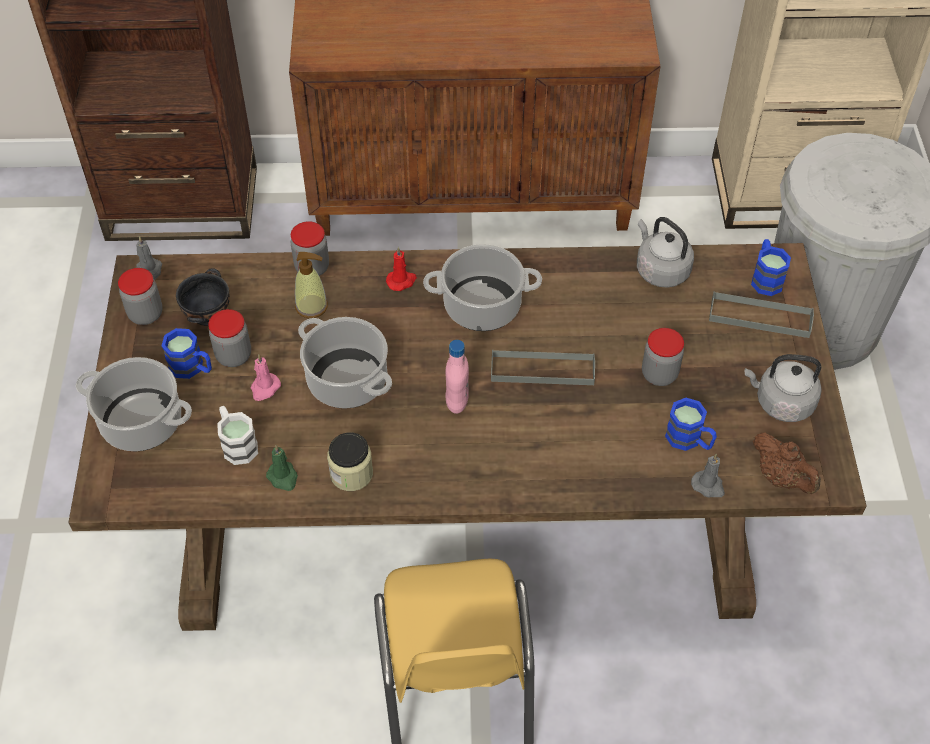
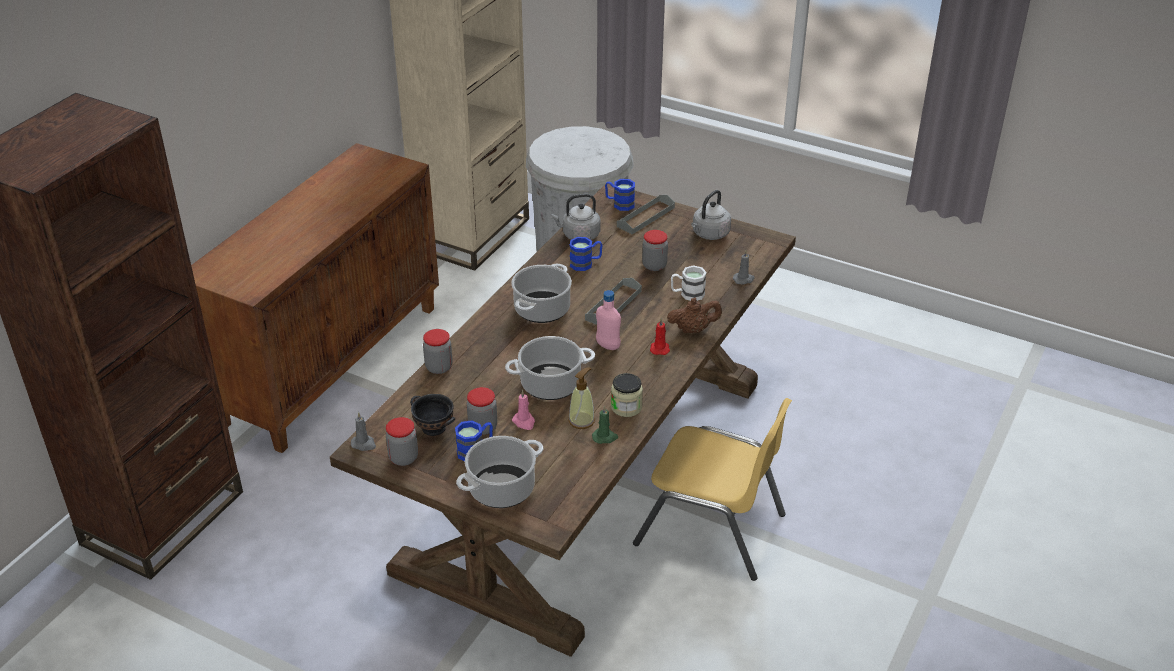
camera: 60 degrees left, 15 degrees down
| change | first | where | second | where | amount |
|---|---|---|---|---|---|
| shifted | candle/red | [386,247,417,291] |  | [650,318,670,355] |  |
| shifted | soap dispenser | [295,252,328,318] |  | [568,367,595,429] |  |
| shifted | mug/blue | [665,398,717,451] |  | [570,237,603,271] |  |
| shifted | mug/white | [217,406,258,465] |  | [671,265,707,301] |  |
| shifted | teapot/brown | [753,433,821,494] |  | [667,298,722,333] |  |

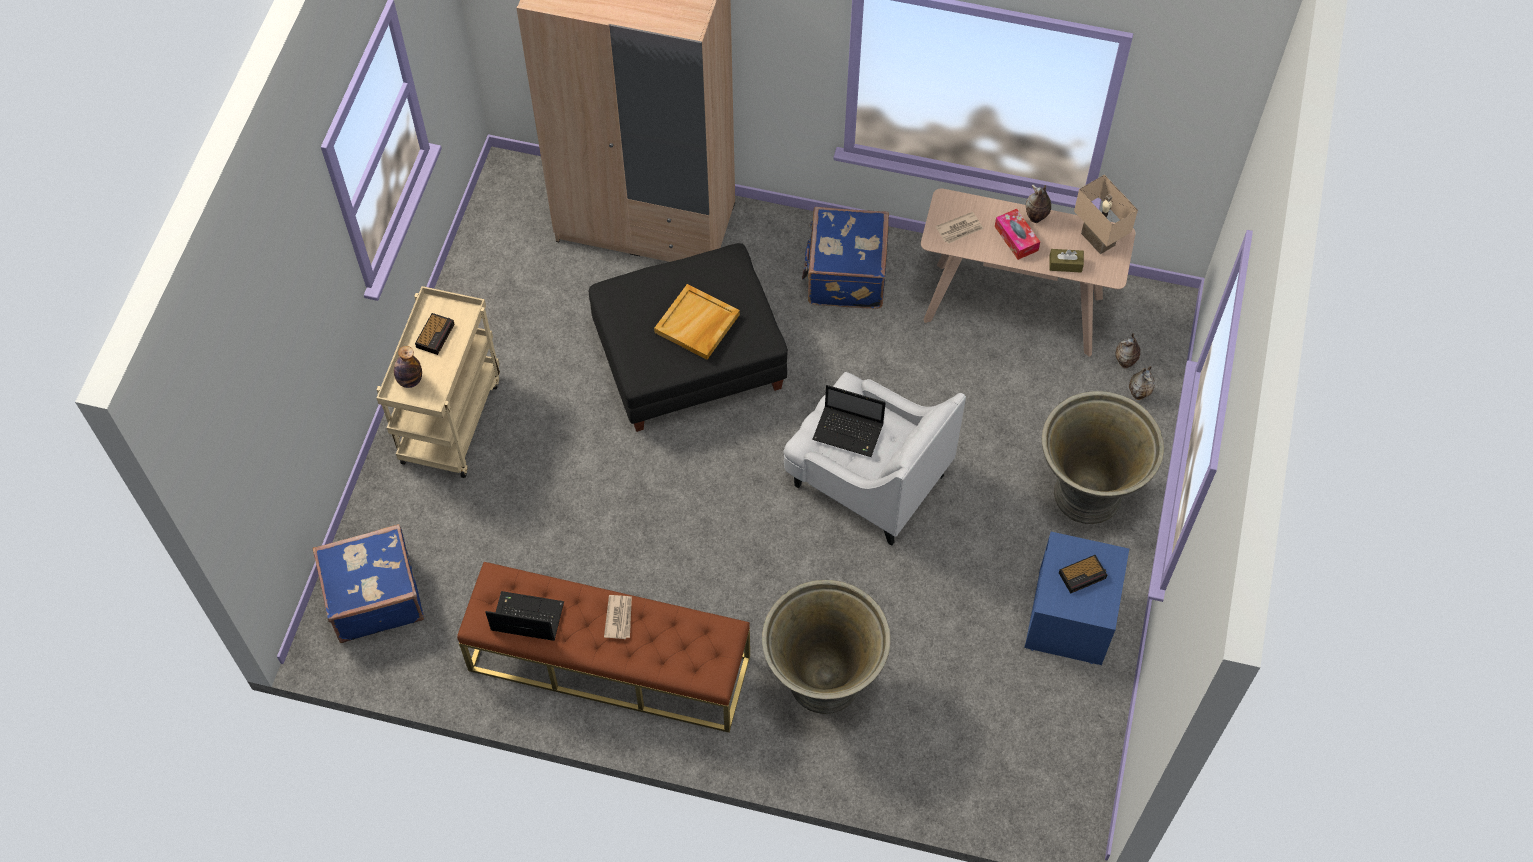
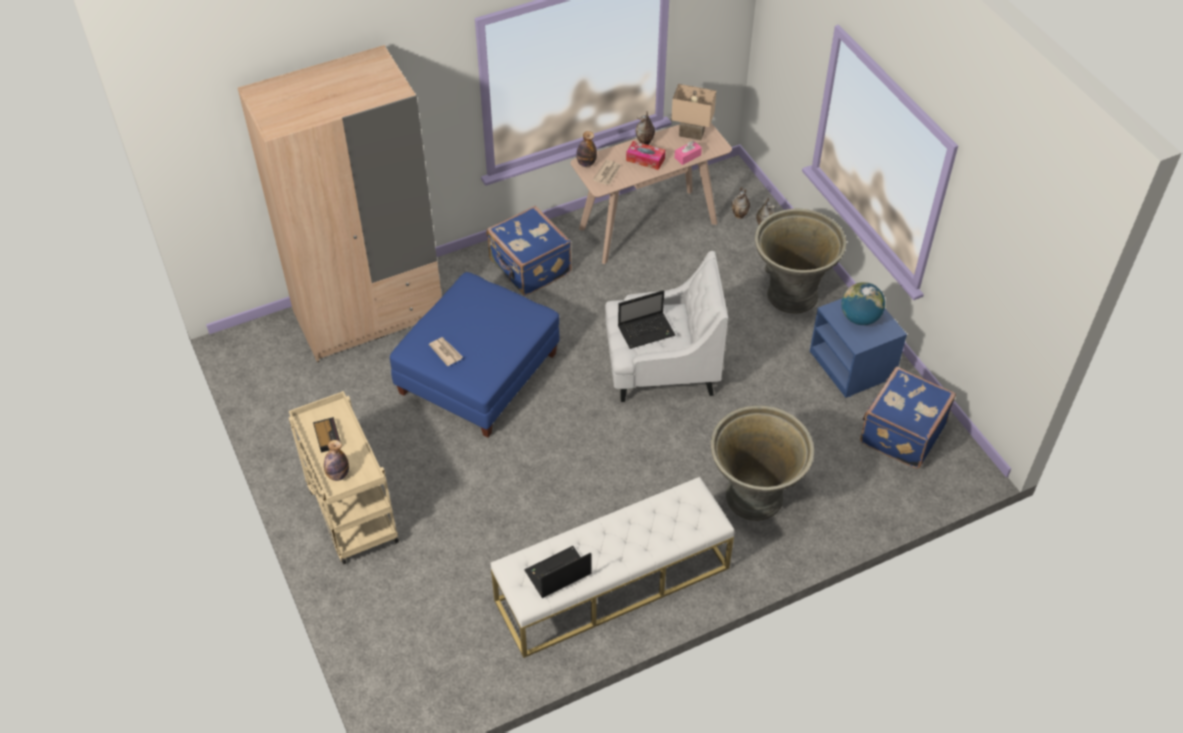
camera: 40 degrees left, 10 degrees down
| change | first | where | second | where | amount |
|---|---|---|---|---|---|
| repainted | ottoman/black | [589,243,788,432] | ottoman/blue | [390,272,560,438] |  |
| repainted | tissue box/brown | [1049,249,1084,273] | tissue box/pink | [675,141,702,165] |  |
| gone | tray/beige | [654,284,740,360] |  |  |  |
| shifted | suitcase/blue | [312,524,425,643] |  | [860,366,956,469] |  |
| swapped | alarm clock | [1059,555,1107,594] | globe | [841,282,885,325] |  |
| repainted | bench/brown | [457,562,750,732] | bench/white | [491,477,735,658] |  |
| shifted | newspaper | [604,595,632,639] |  | [429,337,463,366] |  |
| new |  |  | bottle | [576,131,597,167] |  |

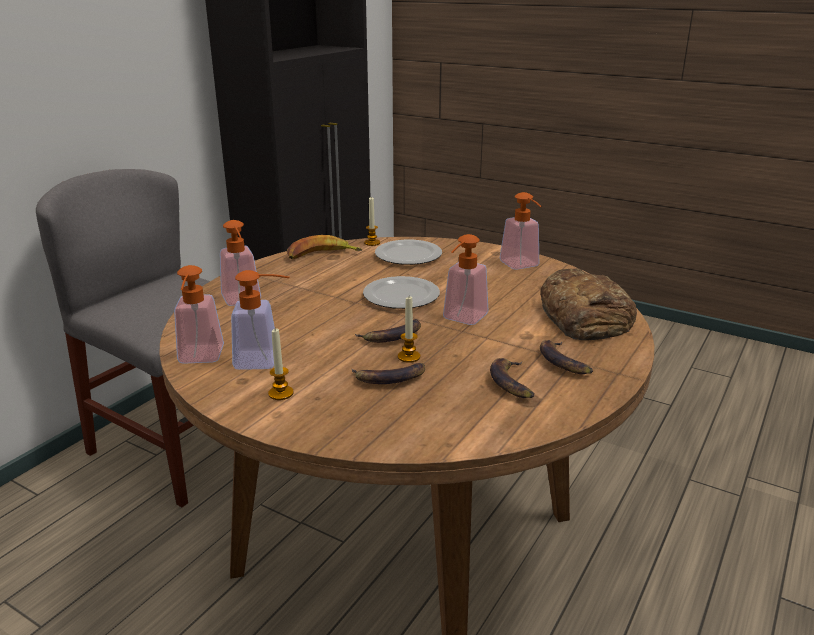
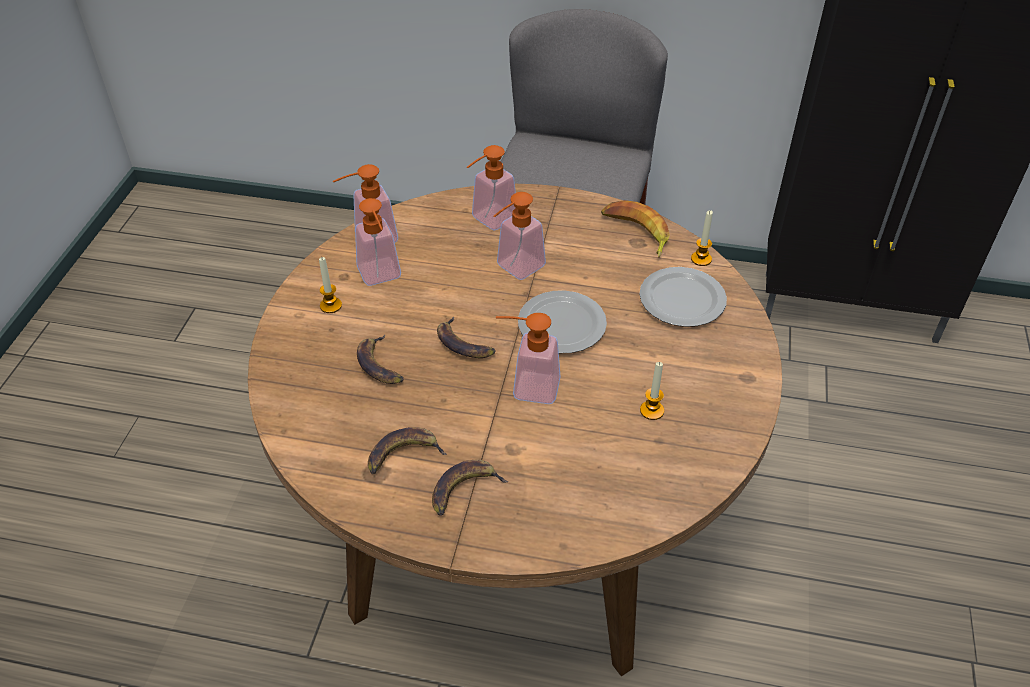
camera: 70 degrees right, 20 degrees up
| change | first | where | second | where | amount |
|---|---|---|---|---|---|
| shifted | soap dispenser | [500,192,541,270] |  | [494,192,546,280] |  |
| gone | bread | [540,269,637,340] |  |  |  |
| shifted | candle | [398,297,420,363] |  | [640,362,664,420] |  |

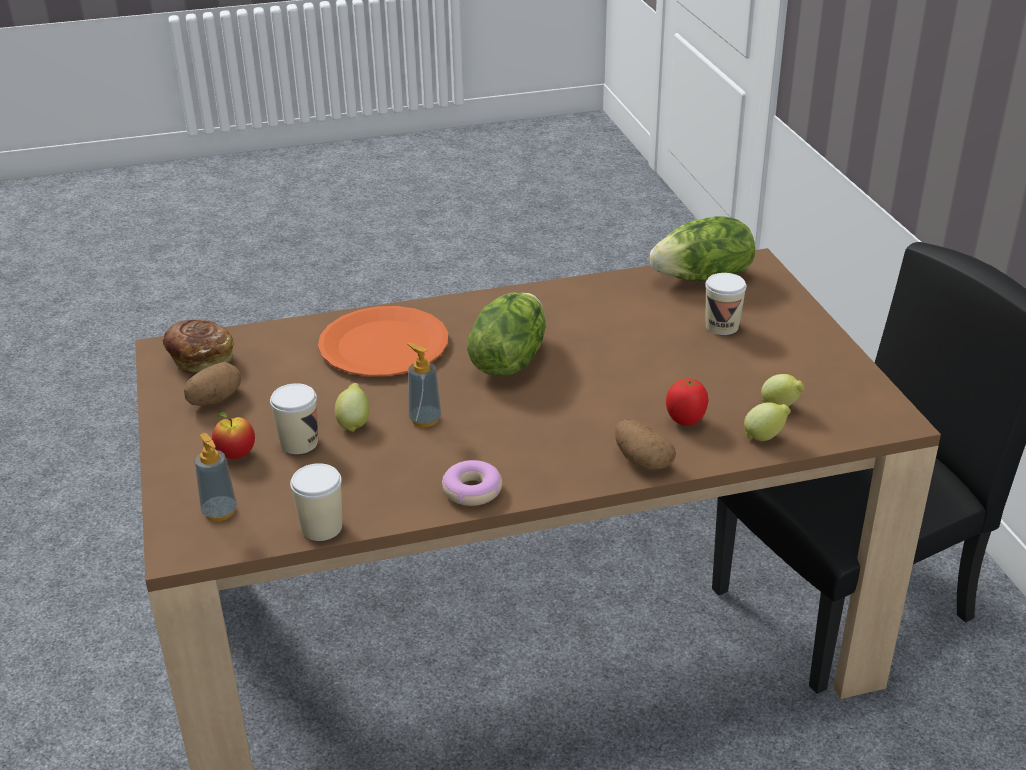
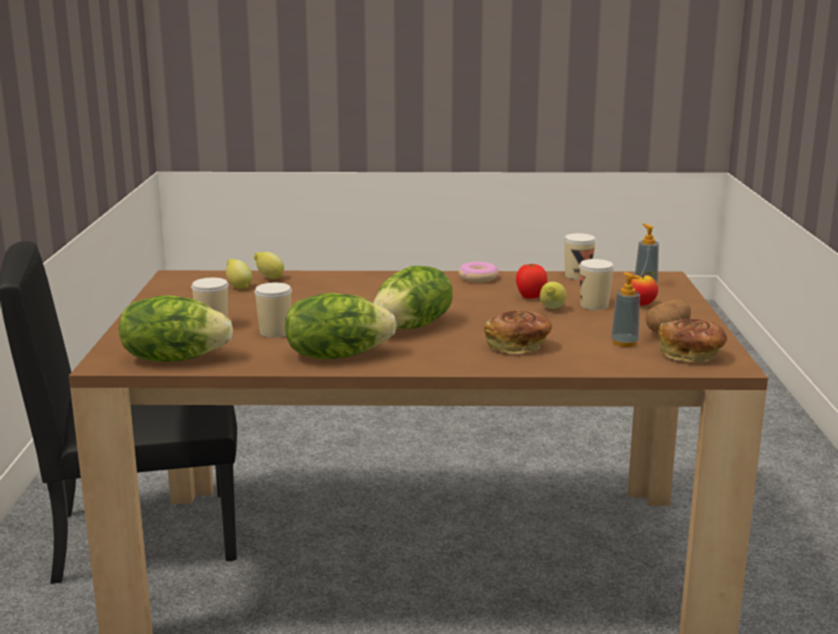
camera: 165 degrees left, 15 degrees down
| change | first | where | second | where | amount |
|---|---|---|---|---|---|
| swapped | plate/orange | [318,306,448,376] | bread | [484,310,552,354] |  |
| shifted | soap dispenser | [407,343,441,427] |  | [611,272,641,347] |  |
| shifted | tomato | [666,378,709,426] |  | [516,264,547,299] |  |
| gone | potato | [615,419,676,470] |  |  |  |
| new |  |  | cup | [254,283,292,338] |  |
| new |  |  | lettuce | [285,293,397,359] |  |

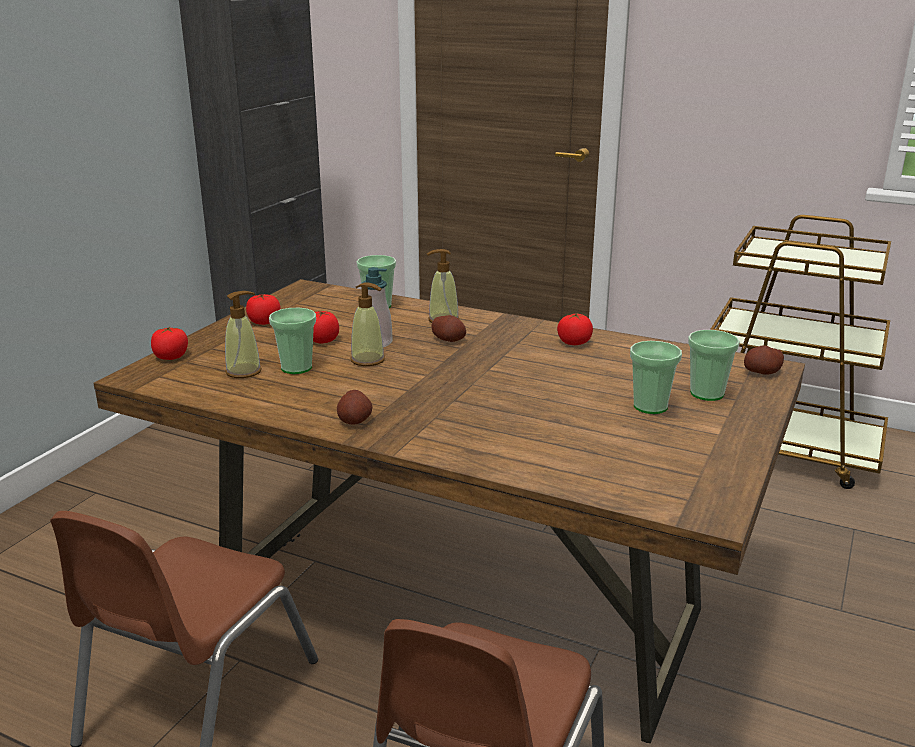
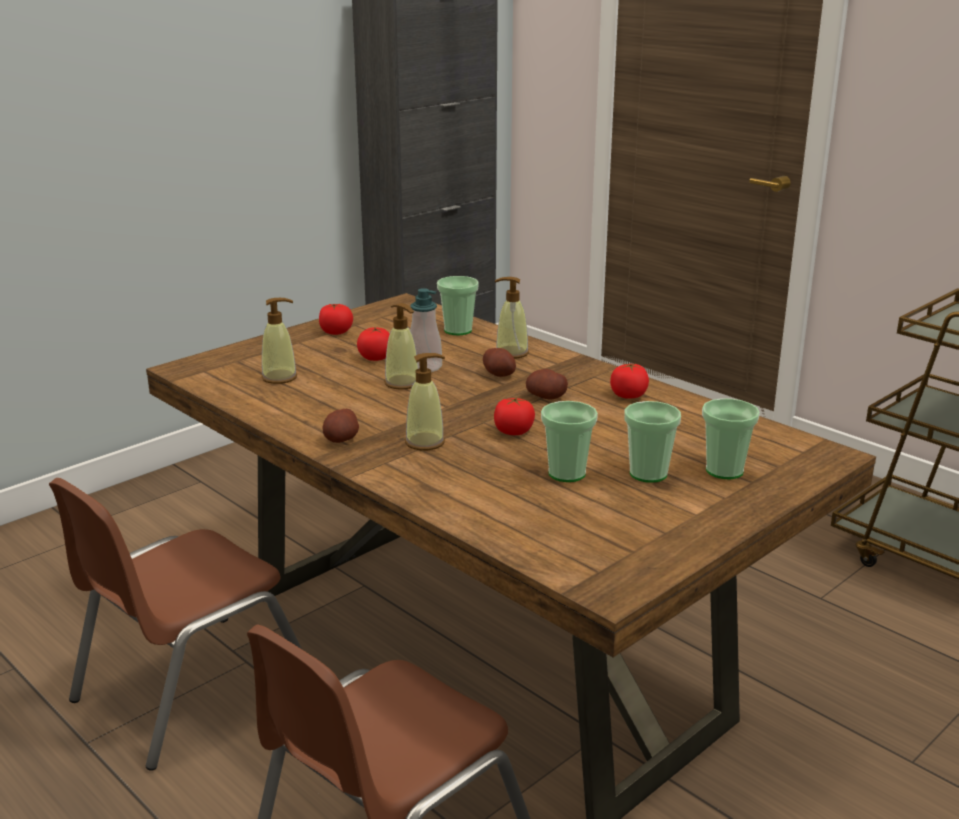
camera: 20 degrees right, 0 degrees up
| change | first | where | second | where | amount |
|---|---|---|---|---|---|
| shifted | cup | [269,308,316,374] |  | [541,401,598,482] |  |
| shifted | tomato | [151,327,188,360] |  | [494,397,535,435] |  |
| shifted | potato | [744,345,784,375] |  | [526,369,568,399] |  |
| new |  |  | soap dispenser | [405,353,445,450] |  |

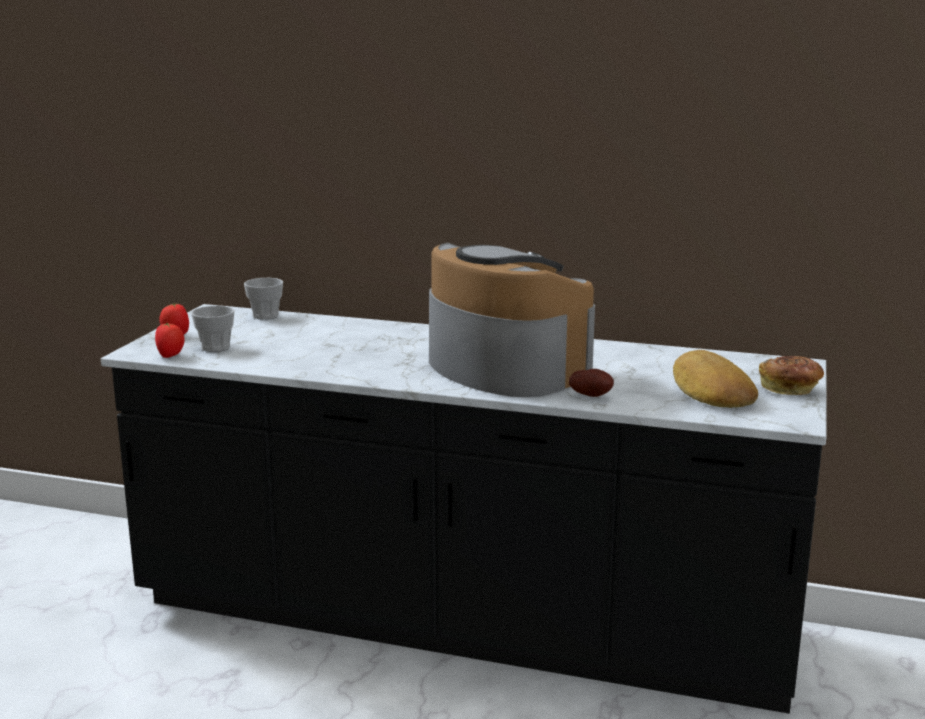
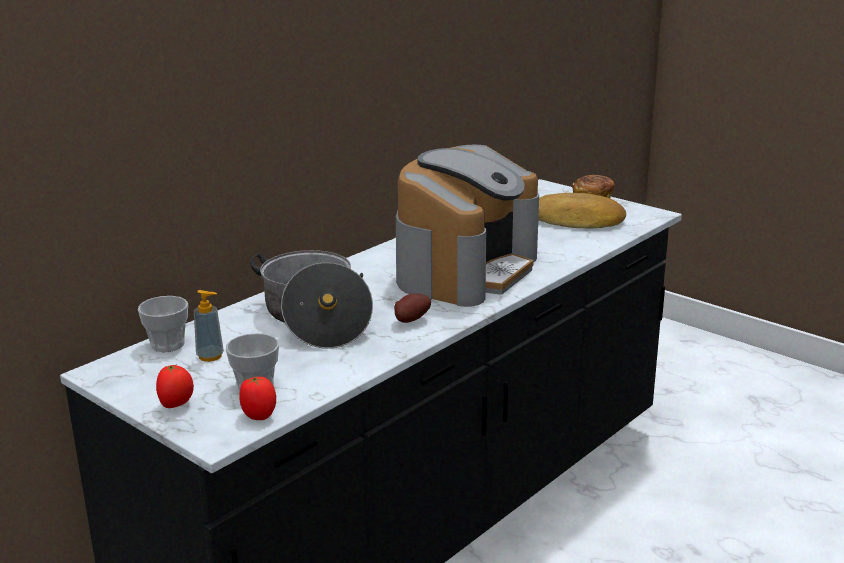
camera: 65 degrees left, 5 degrees up
| change | first | where | second | where | amount |
|---|---|---|---|---|---|
| rotated | coffee machine | [429,243,595,397] |  | [396,145,539,307] | 135 degrees clockwise |
| shifted | potato | [569,369,614,397] |  | [394,293,431,323] |  |
| new |  |  | cooking pot | [250,250,373,349] |  |
| new |  |  | soap dispenser | [194,290,224,362] |  |

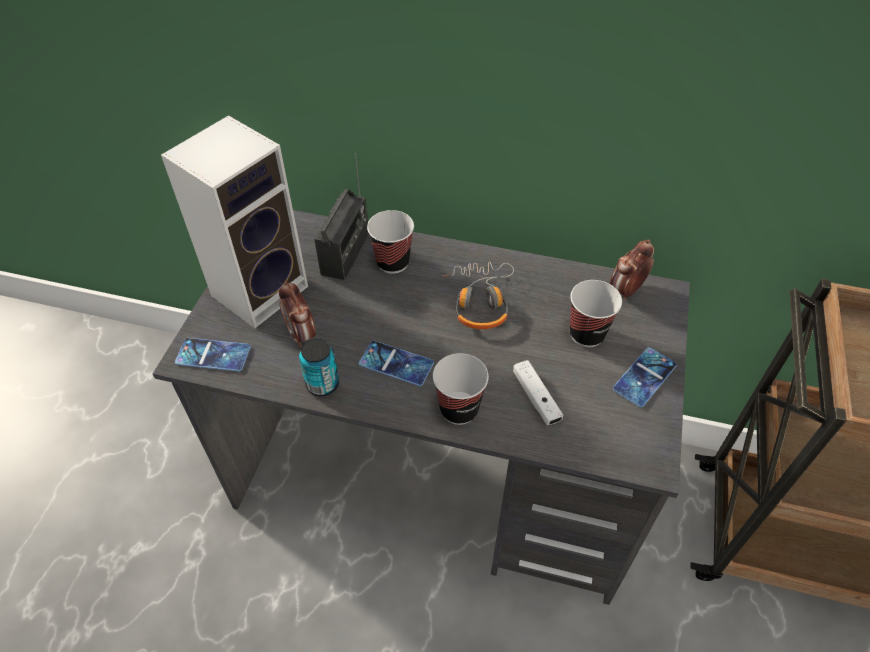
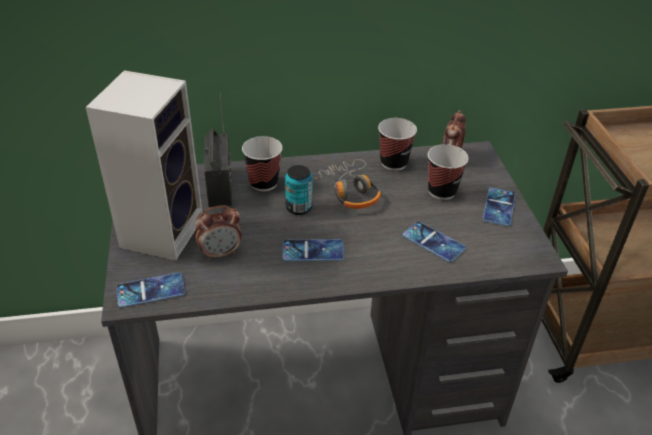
camera: 25 degrees left, 10 degrees down
| change | first | where | second | where | amount |
|---|---|---|---|---|---|
| rotated | alarm clock | [279,281,316,347] |  | [195,205,242,261] | 60 degrees counterclockwise |
| shifted | can | [299,338,339,396] |  | [285,165,313,215] |  |
| shifted | cup | [433,353,489,425] |  | [378,118,417,171] |  |
| swapped | game controller/white | [513,360,563,425] | phone | [402,221,466,262] |  |

